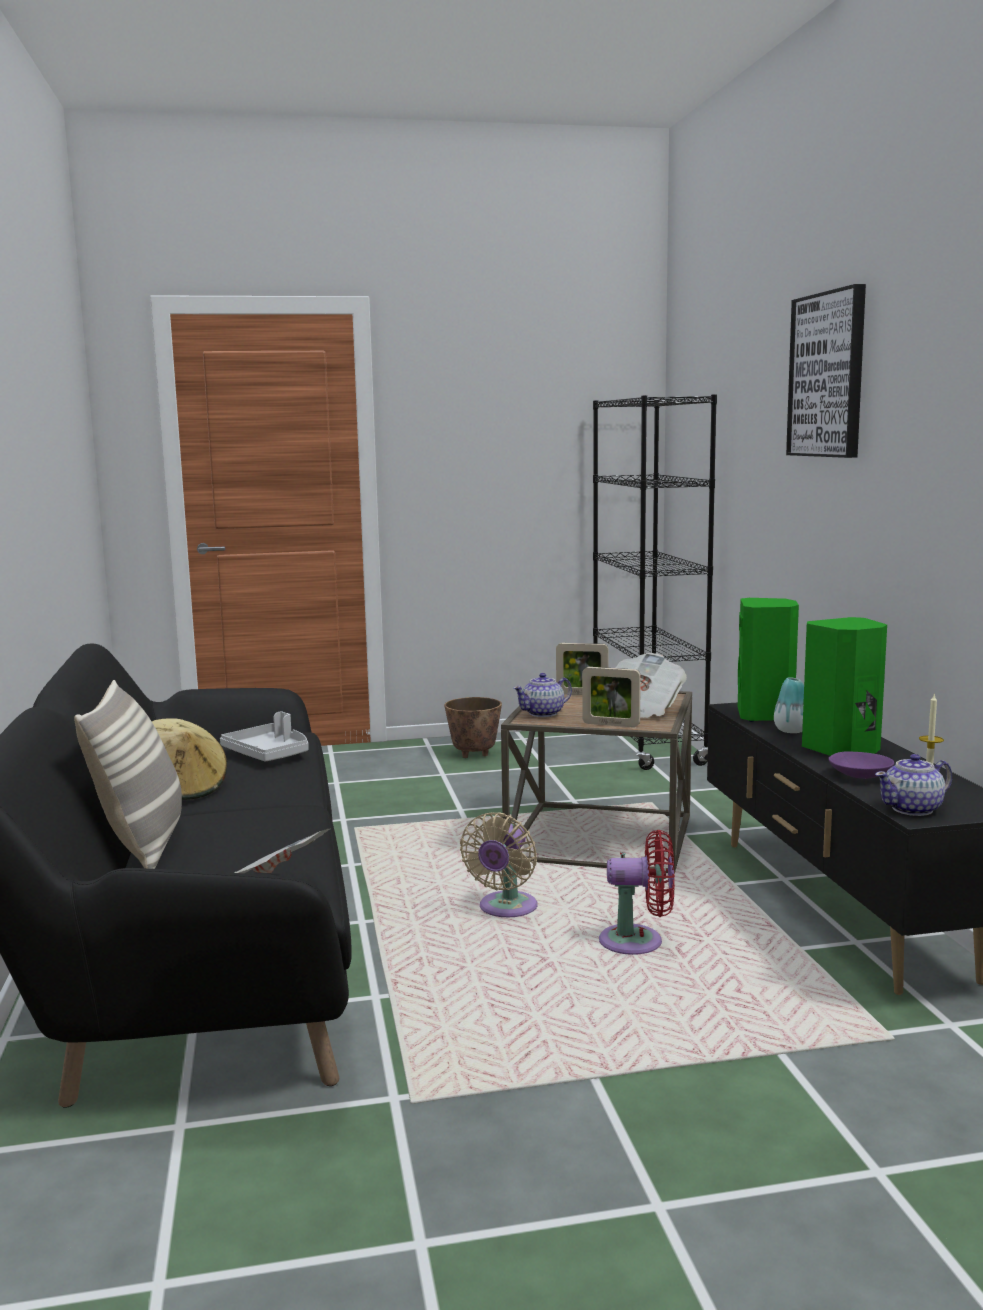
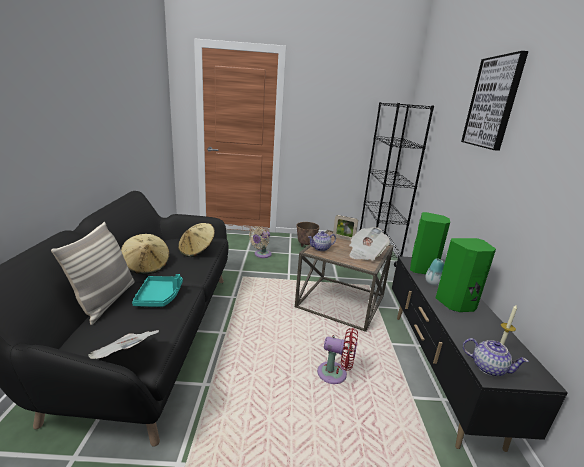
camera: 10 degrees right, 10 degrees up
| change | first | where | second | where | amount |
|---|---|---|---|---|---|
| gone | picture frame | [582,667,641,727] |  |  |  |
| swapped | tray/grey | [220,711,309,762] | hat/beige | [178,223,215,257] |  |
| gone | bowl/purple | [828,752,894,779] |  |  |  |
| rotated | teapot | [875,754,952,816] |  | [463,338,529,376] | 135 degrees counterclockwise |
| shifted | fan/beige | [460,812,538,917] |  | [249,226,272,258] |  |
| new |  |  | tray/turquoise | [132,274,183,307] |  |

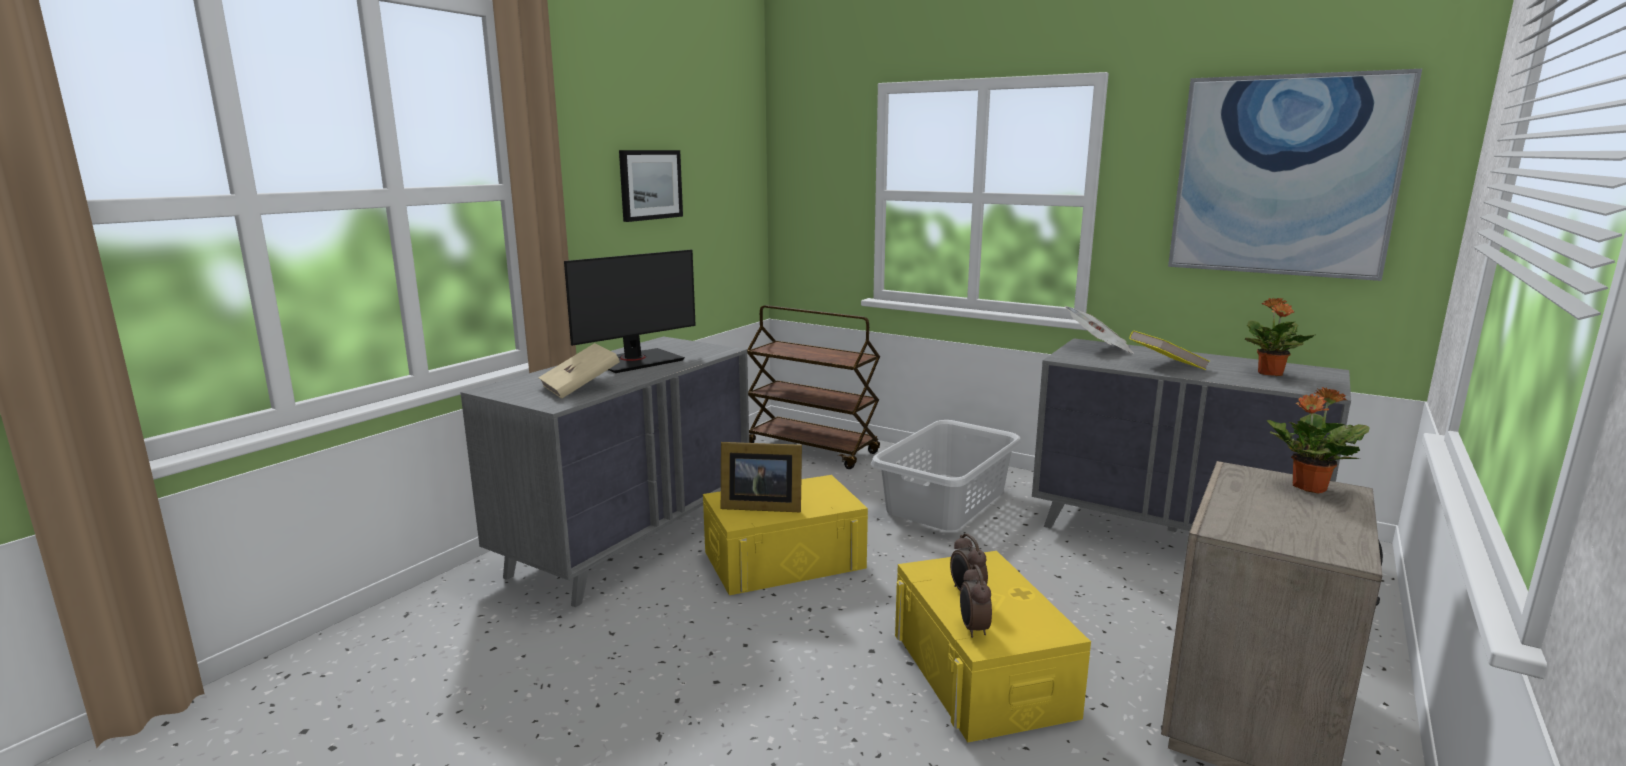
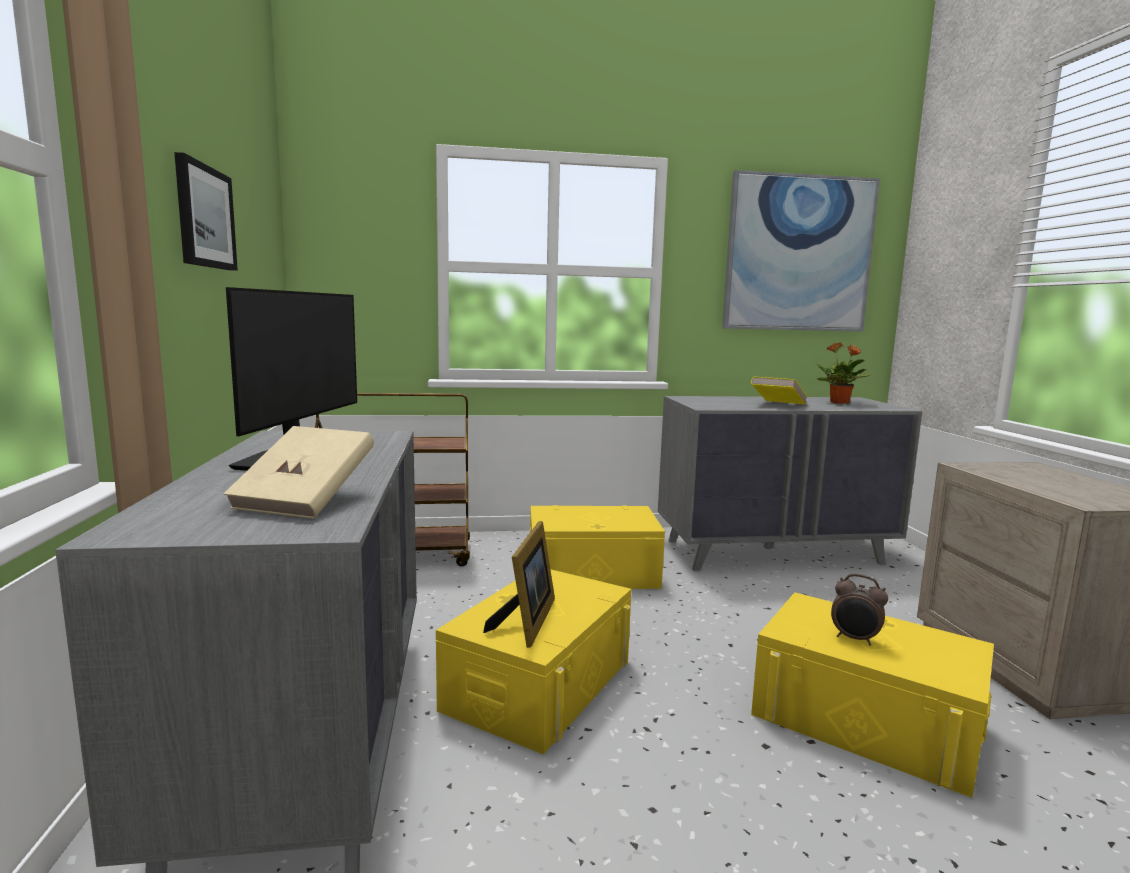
camera: 40 degrees left, 5 degrees down
| change | first | where | second | where | amount |
|---|---|---|---|---|---|
| gone | newspaper | [1064,306,1133,353] |  |  |  |
| gone | potted plant | [1267,387,1370,493] |  |  |  |
| swapped | laundry basket/grey | [871,420,1022,531] | storage box/yellow | [530,505,665,589] |  |
| rotated | picture frame | [721,442,802,513] |  | [483,521,555,648] | 45 degrees counterclockwise |
| gone | alarm clock | [960,565,992,638] |  |  |  |

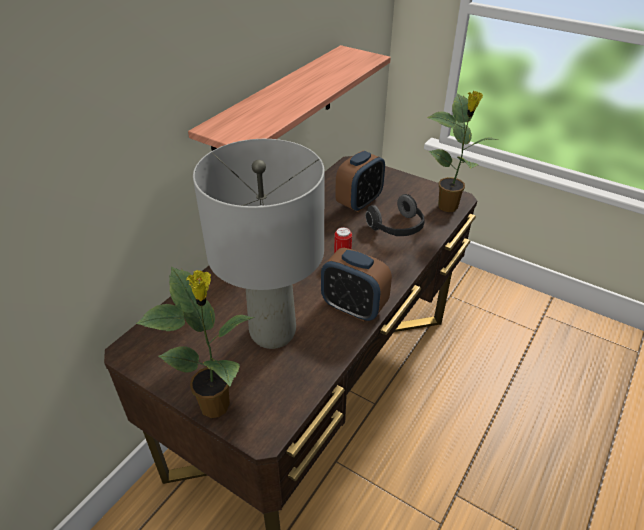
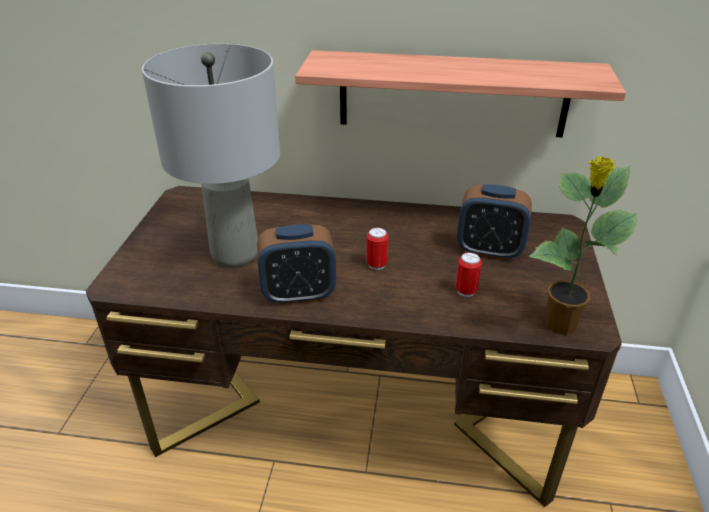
camera: 65 degrees right, 5 degrees down
| change | first | where | second | where | amount |
|---|---|---|---|---|---|
| swapped | headphones | [365,194,425,236] | can | [455,252,482,297] |  |
| rotated | alarm clock | [321,248,392,321] |  | [257,224,336,305] | 105 degrees counterclockwise |
| gone | potted plant | [136,267,255,418] |  |  |  |

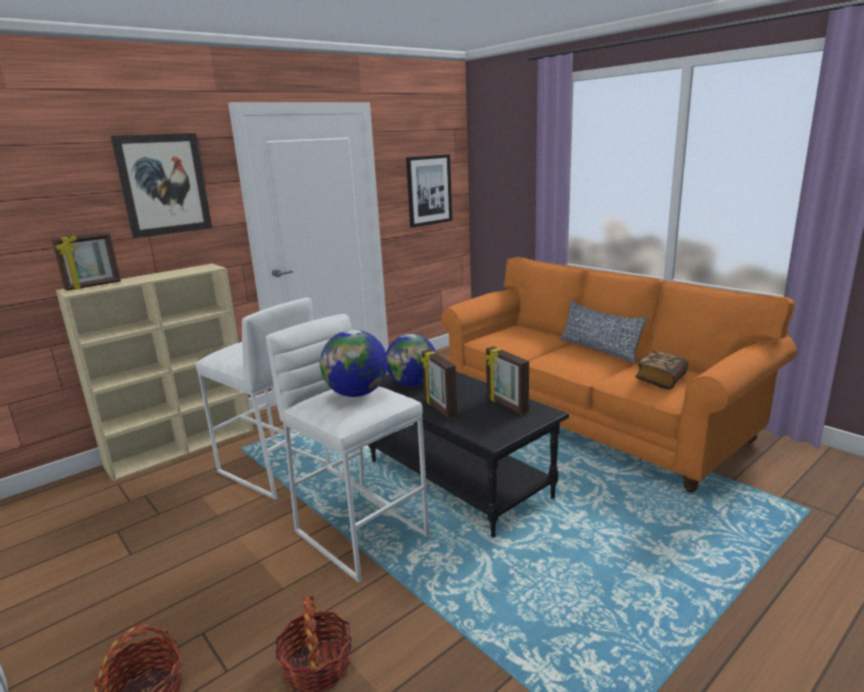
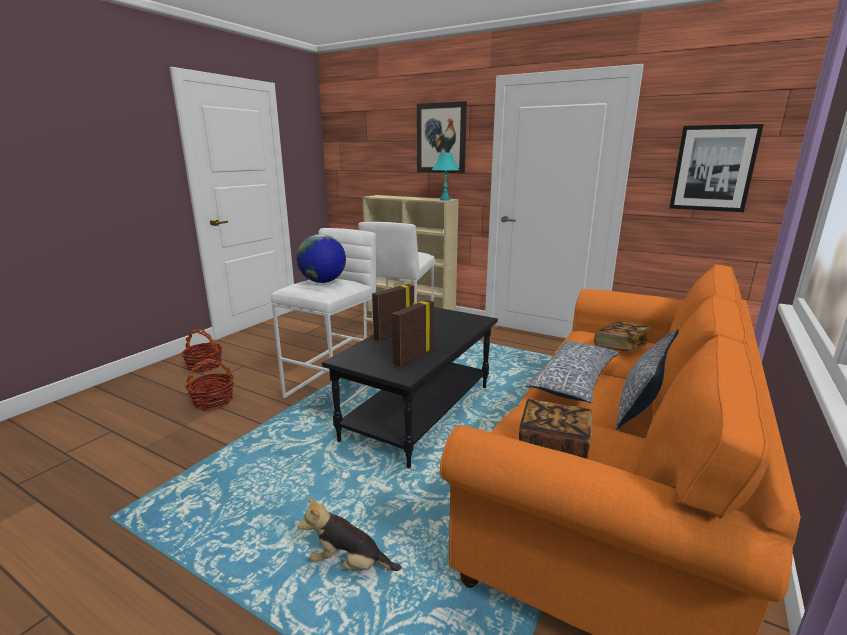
camera: 70 degrees right, 0 degrees up
| change | first | where | second | where | amount |
|---|---|---|---|---|---|
| gone | picture frame | [51,232,121,291] |  |  |  |
| gone | globe | [386,334,436,386] |  |  |  |
| new |  |  | table lamp/turquoise | [432,152,459,200] |  |
| new |  |  | book | [594,321,650,352] |  |
| new |  |  | pillow | [526,340,619,403] |  |
| new |  |  | plush toy | [298,498,401,571] |  |

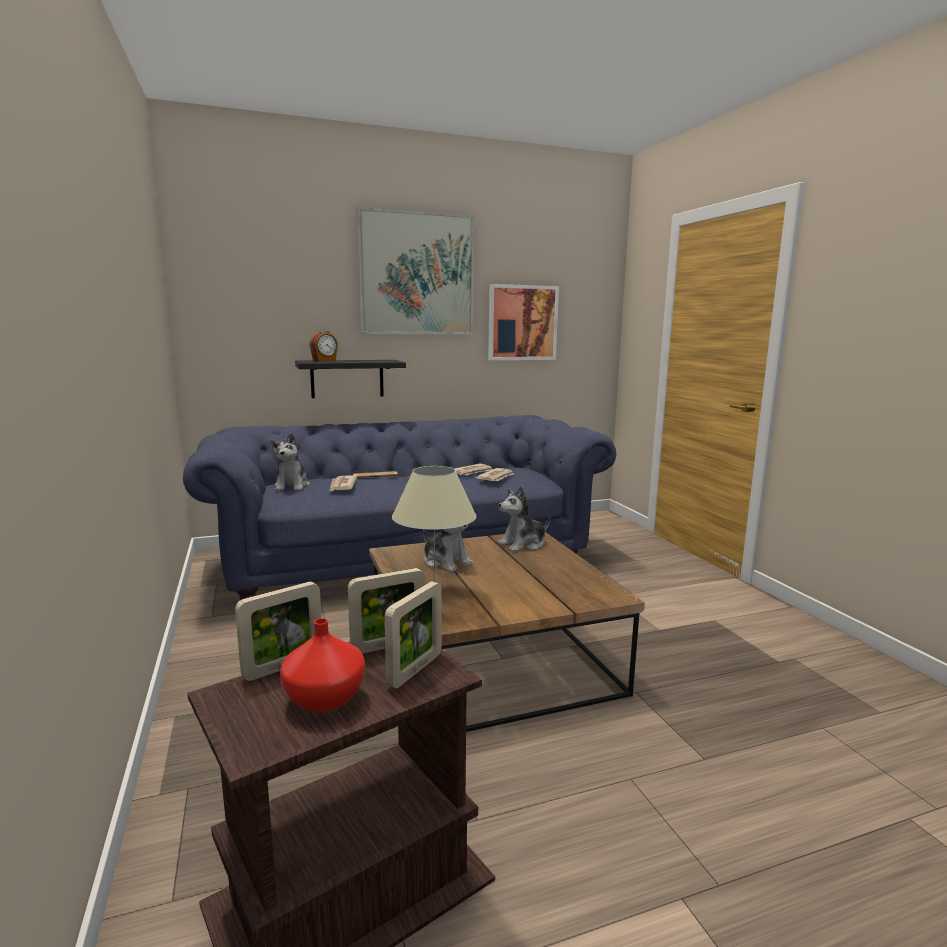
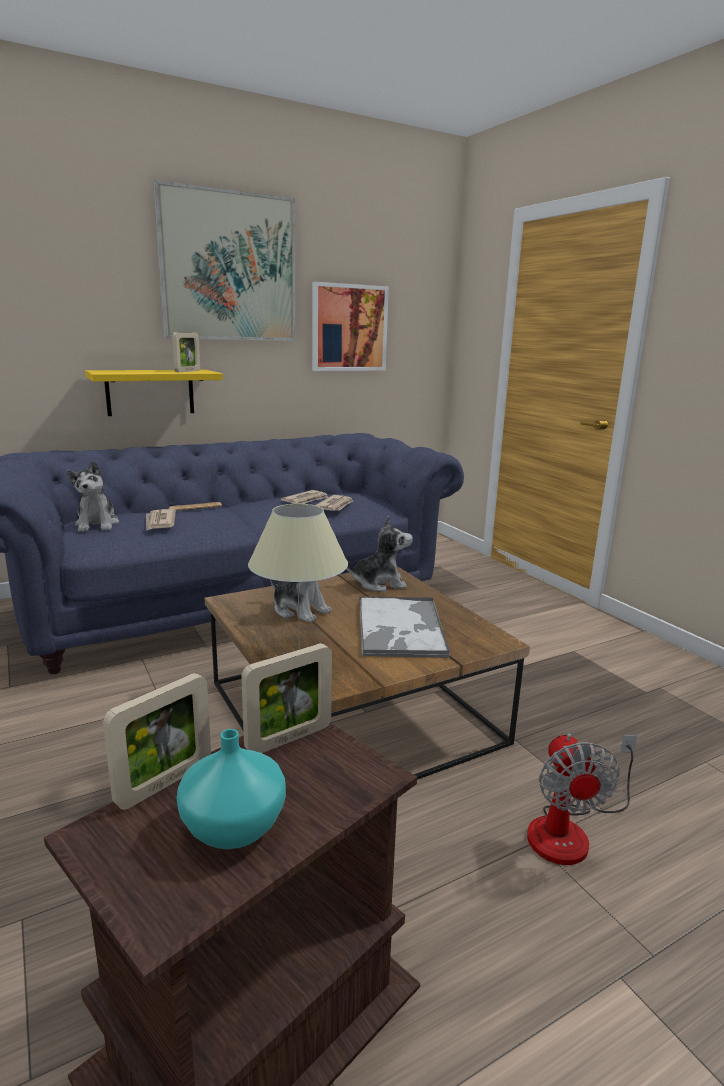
camera: 10 degrees left, 5 degrees up
| change | first | where | second | where | amount |
|---|---|---|---|---|---|
| gone | alarm clock | [310,331,338,362] |  |  |  |
| repainted | shelf/black | [295,360,406,398] | shelf/yellow | [85,370,223,416] |  |
| rotated | plush toy | [498,486,550,552] |  | [346,516,413,592] | 150 degrees counterclockwise |
| shifted | picture frame | [384,581,442,688] |  | [172,332,200,372] |  |
| repainted | vase/red | [280,618,365,712] | vase/turquoise | [177,729,286,849] |  |
| new |  |  | tray | [359,597,450,658] |  |
| new |  |  | fan | [527,733,637,865] |  |

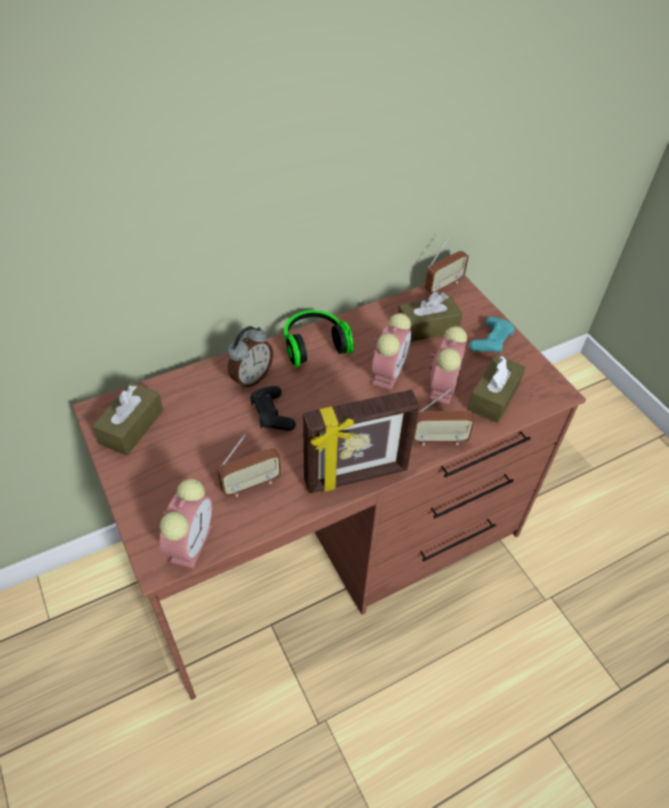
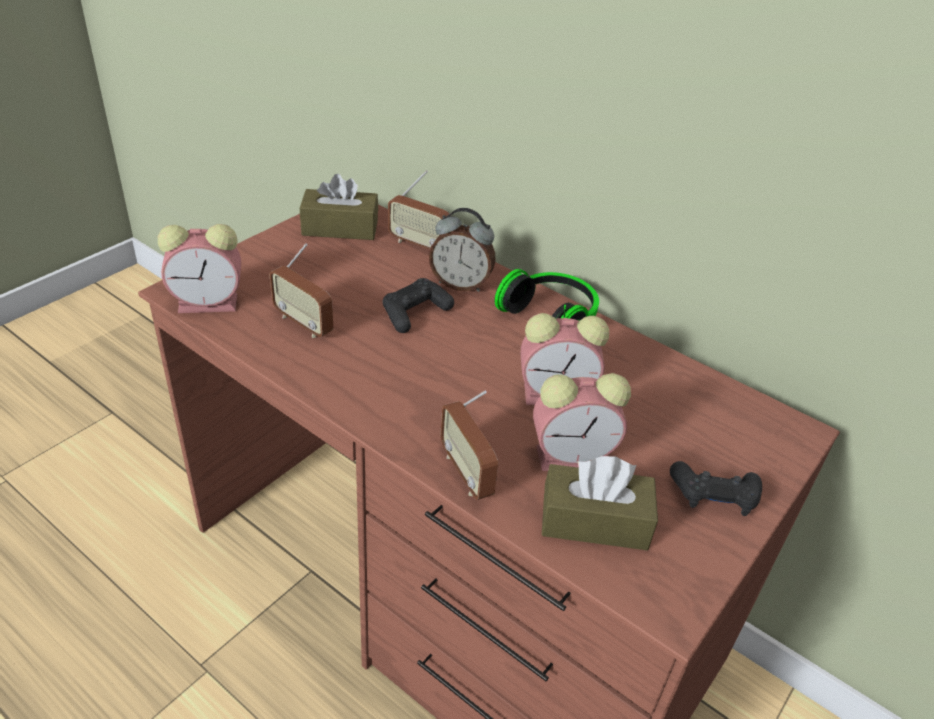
camera: 65 degrees right, 10 degrees down
| change | first | where | second | where | amount |
|---|---|---|---|---|---|
| shifted | radio | [425,236,469,294] |  | [388,170,450,249] |  |
| gone | tissue box/brown | [398,292,462,342] |  |  |  |
| repainted | game controller/turquoise | [469,317,514,353] | game controller/black | [670,461,762,516] |  |
| gone | picture frame | [303,390,419,493] |  |  |  |

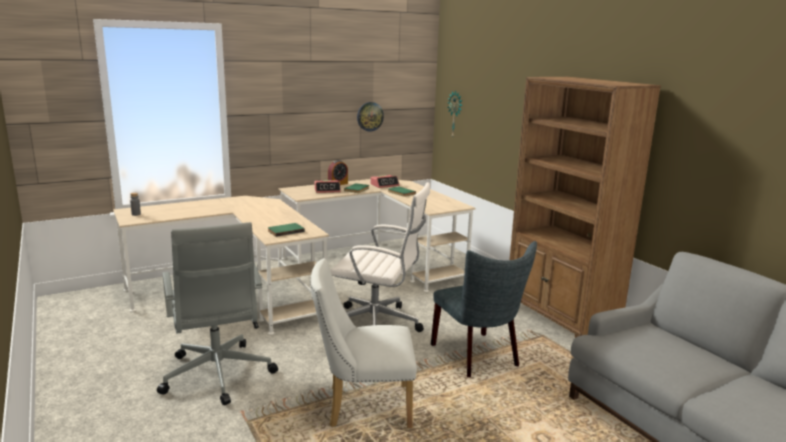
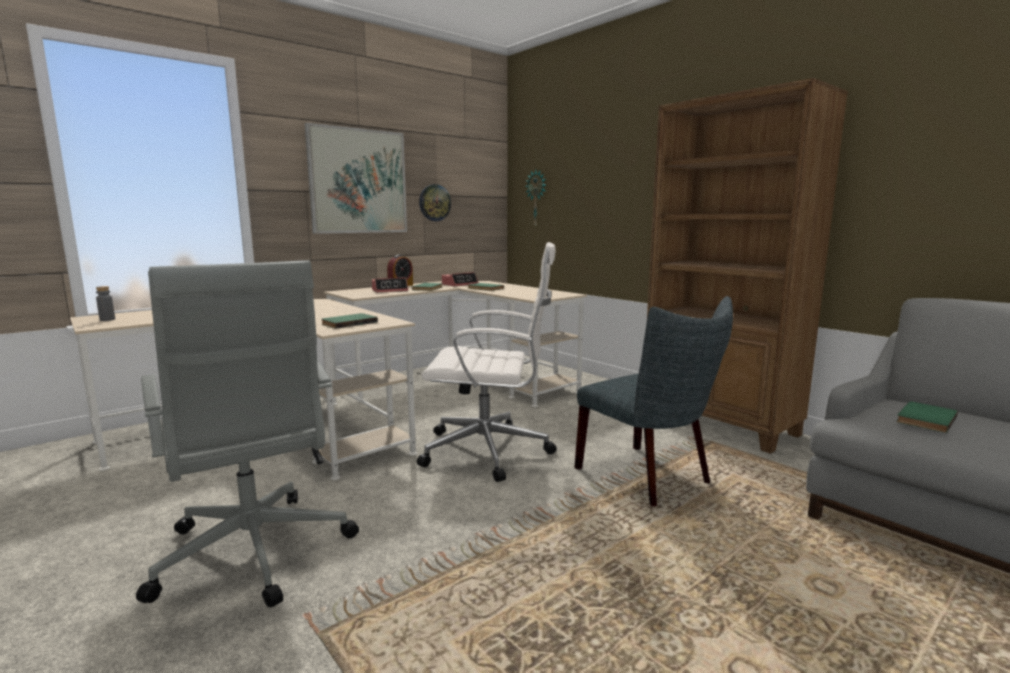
camera: 10 degrees left, 5 degrees down
| change | first | where | second | where | amount |
|---|---|---|---|---|---|
| gone | chair/white | [310,258,417,428] |  |  |  |
| new |  |  | picture | [305,123,407,234] |  |
| new |  |  | book/green | [896,401,958,433] |  |

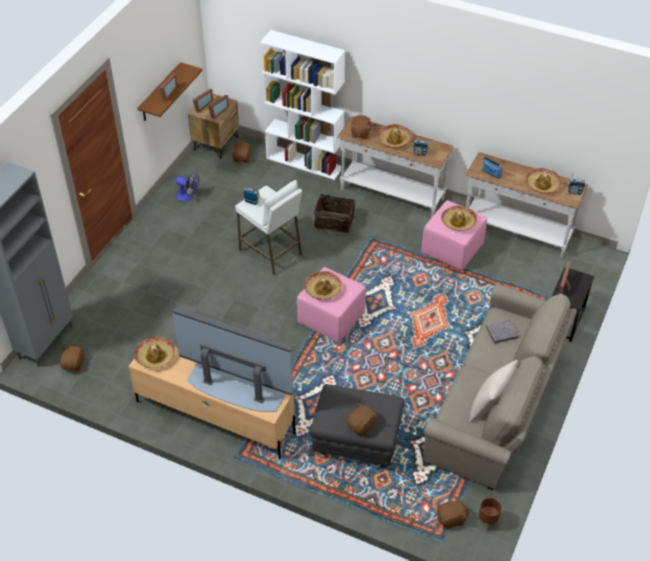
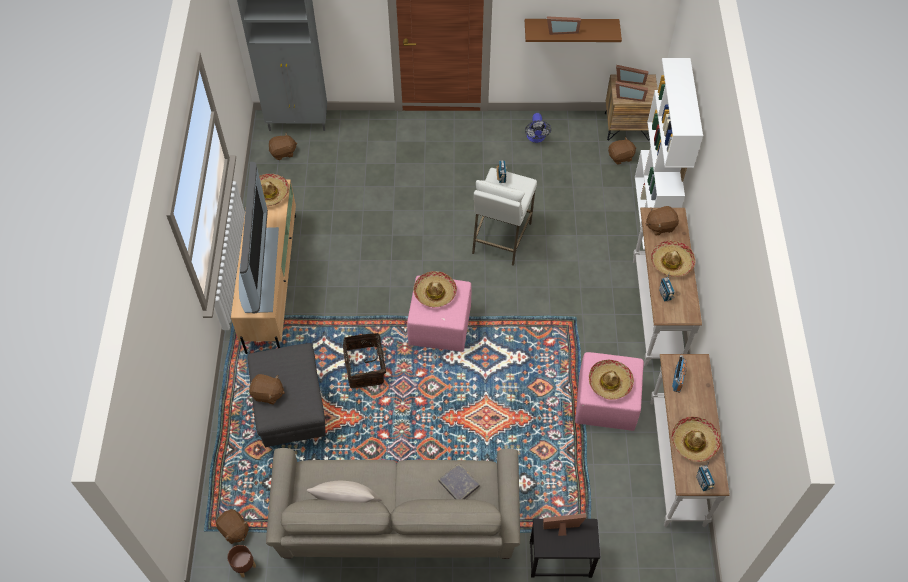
camera: 65 degrees right, 10 degrees up
| change | first | where | second | where | amount |
|---|---|---|---|---|---|
| shifted | basket | [314,194,355,233] |  | [343,333,386,388] |  |

